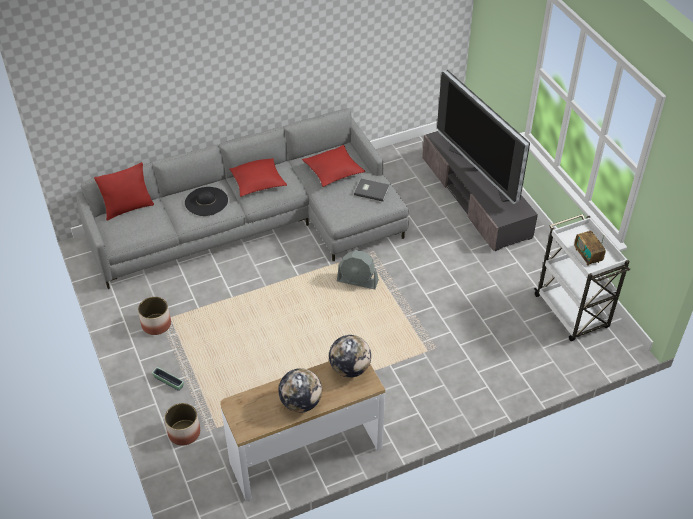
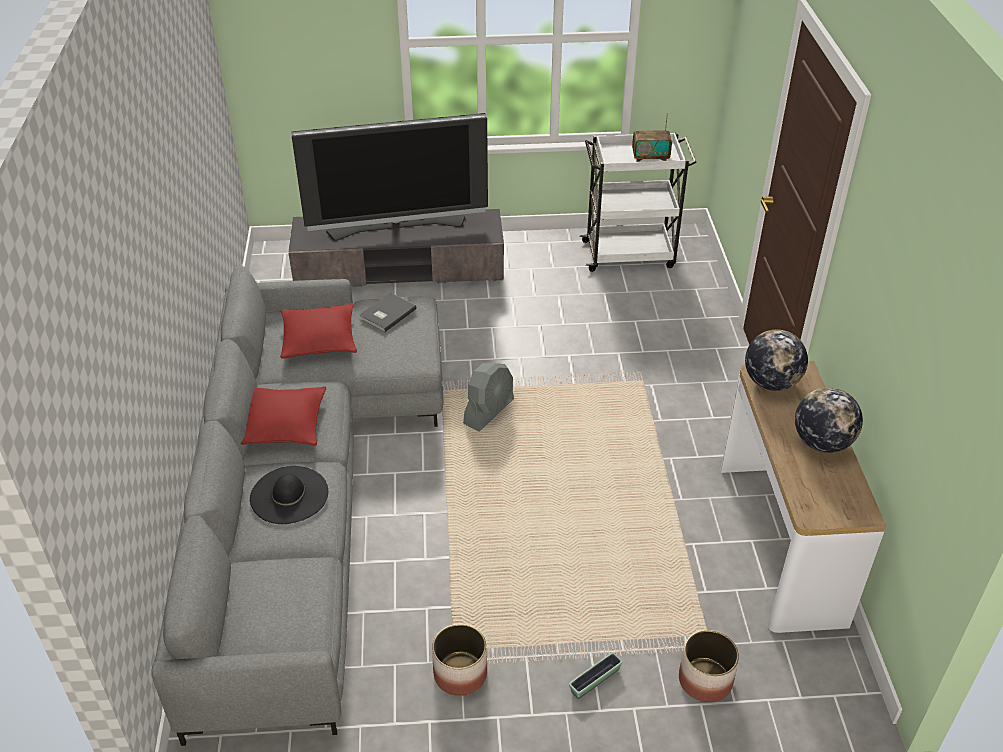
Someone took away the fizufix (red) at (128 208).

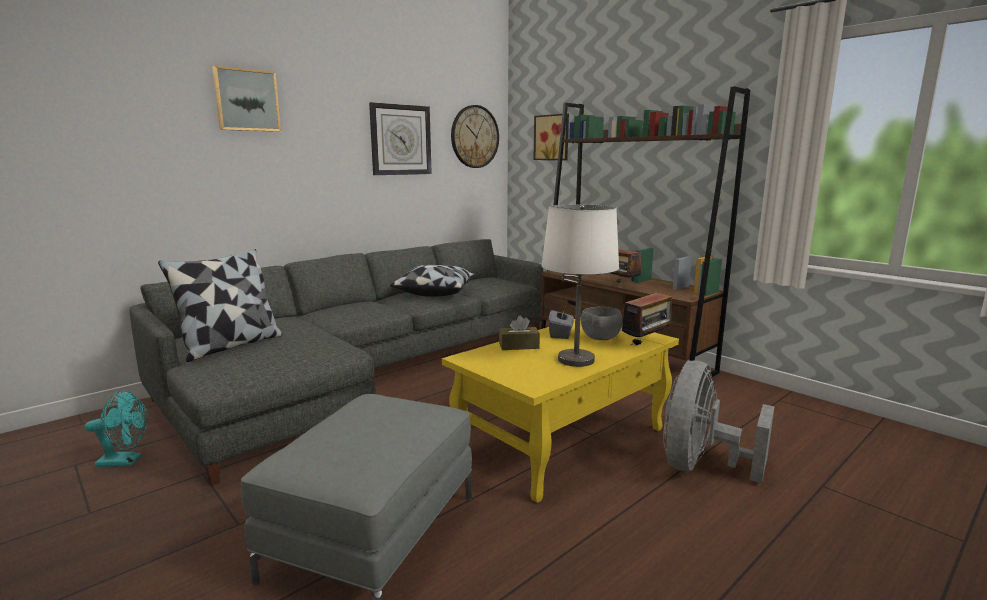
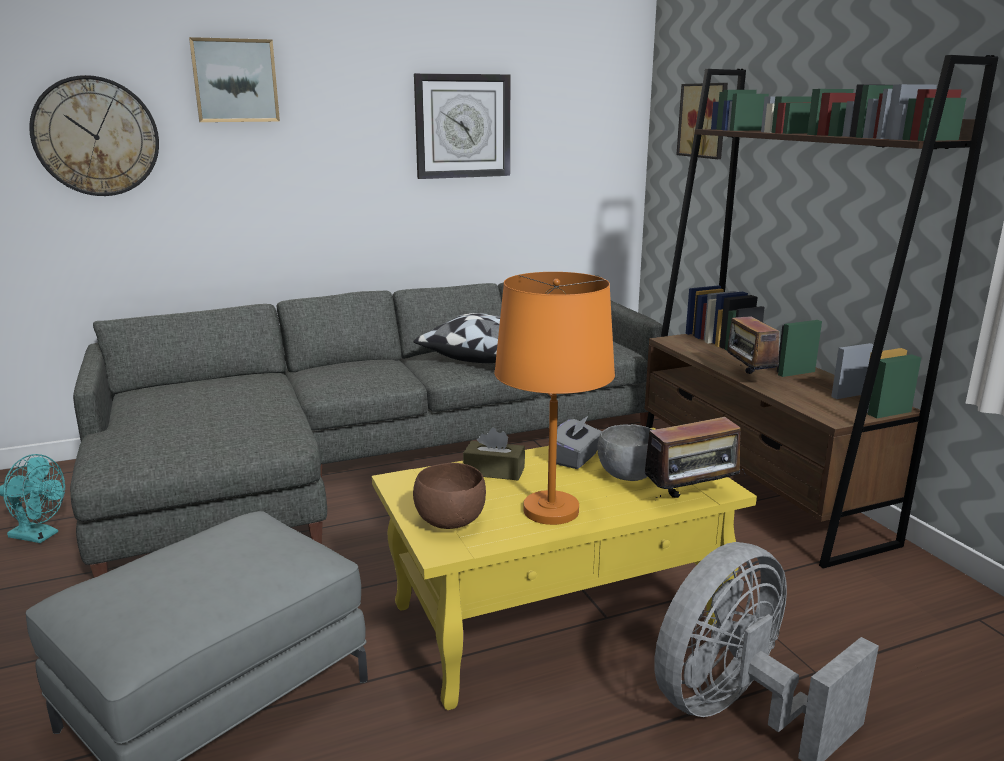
Someone took away the fizufix at (231 345).
Someone put down the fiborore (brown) at (450 521).
Someone carried the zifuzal from (474 137) to (96 136).
Someone repainted the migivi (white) at (576 360), which became the migivi (orange) at (552 510).

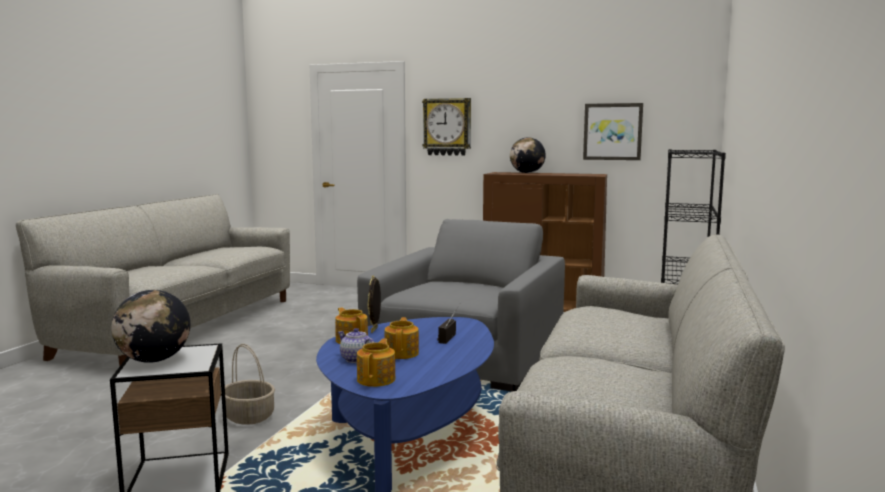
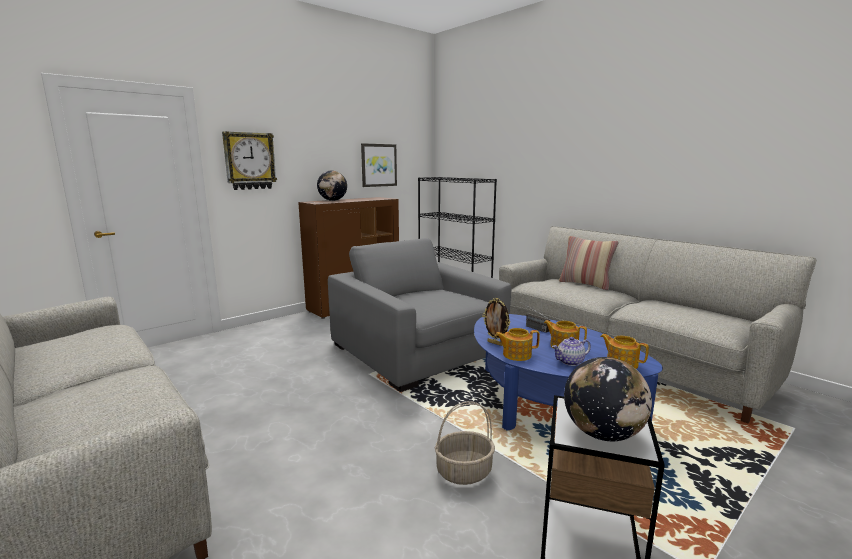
Someone put down the fizufix at (585 284).

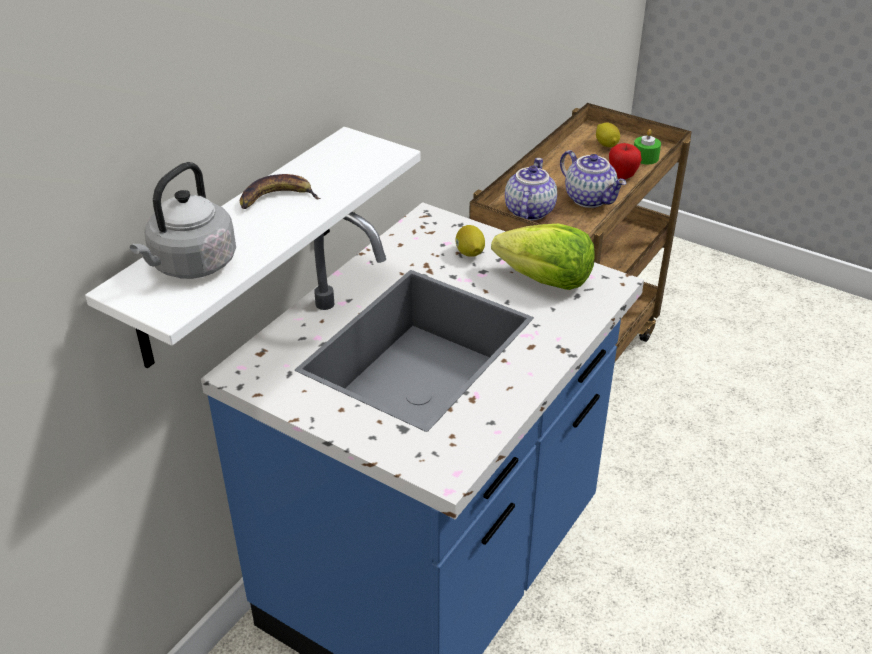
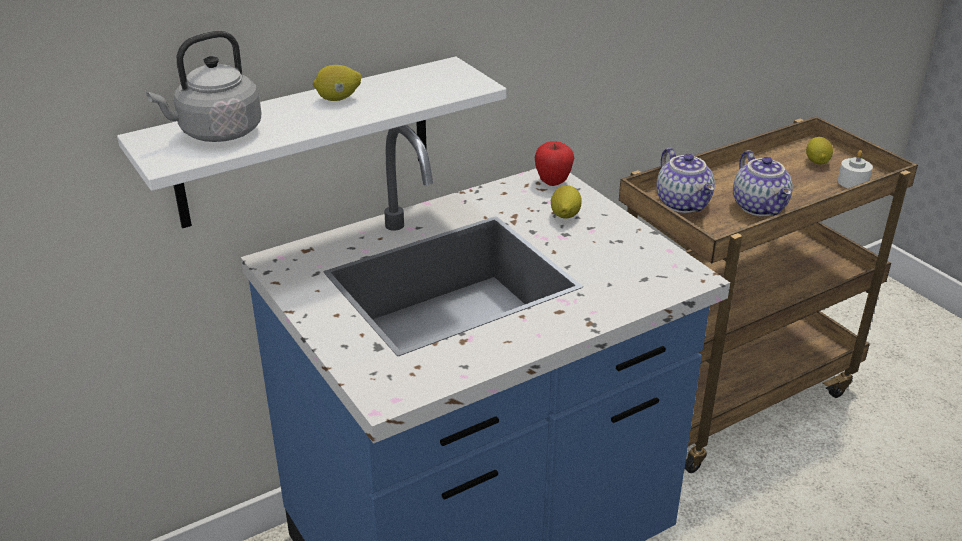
Someone took away the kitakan at (545 280).
Someone carried the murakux from (622 176) to (553 182).
Someone swapped the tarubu at (276 198) for the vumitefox at (338 99).
Someone repainted the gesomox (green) at (645 157), which became the gesomox (white) at (853 182).
Someone rotated the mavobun at (528 211) by 120 degrees clockwise.

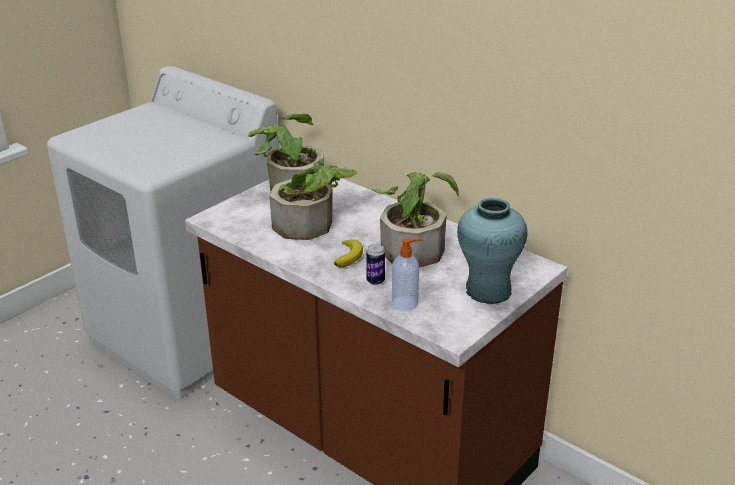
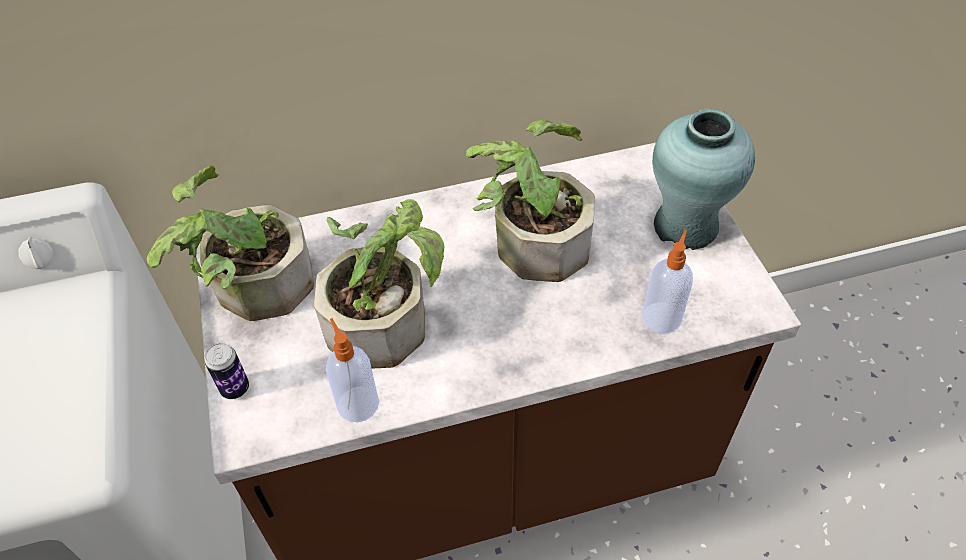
Someone took away the tarubu at (349 256).
Someone put down the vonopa at (357 403).
Someone carried the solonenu from (375 281) to (235 388).

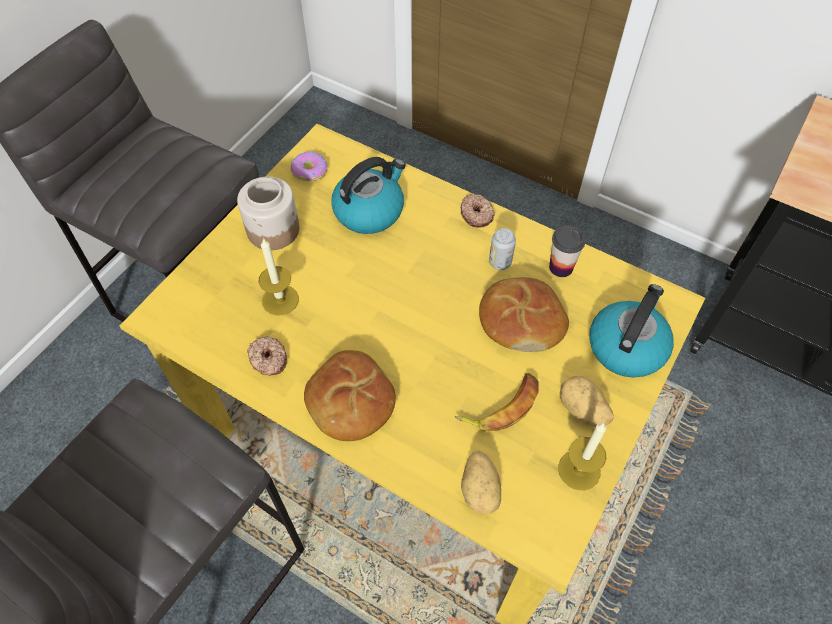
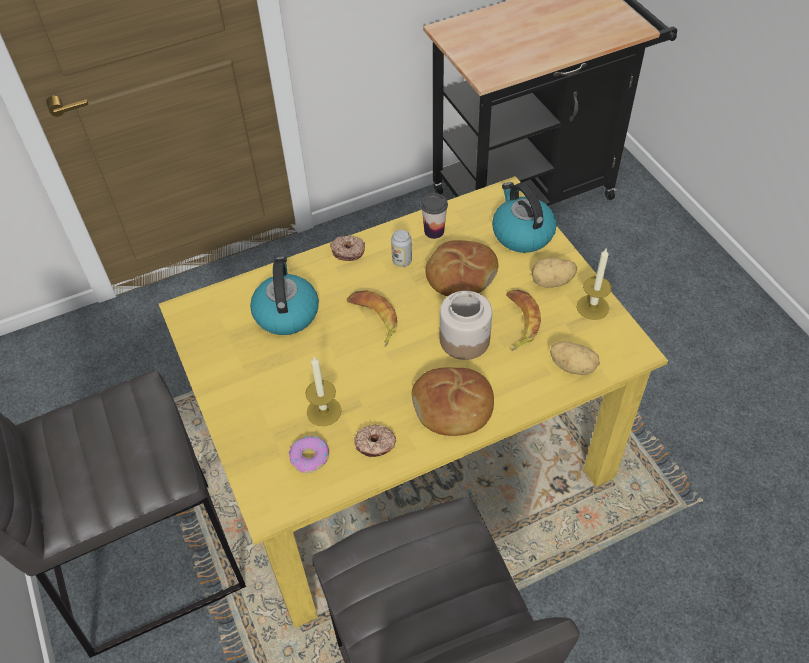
Someone put down the tarubu at (373 319).
Someone carried the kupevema from (274 229) to (464 339).
Someone carried the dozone from (309 170) to (310 457).

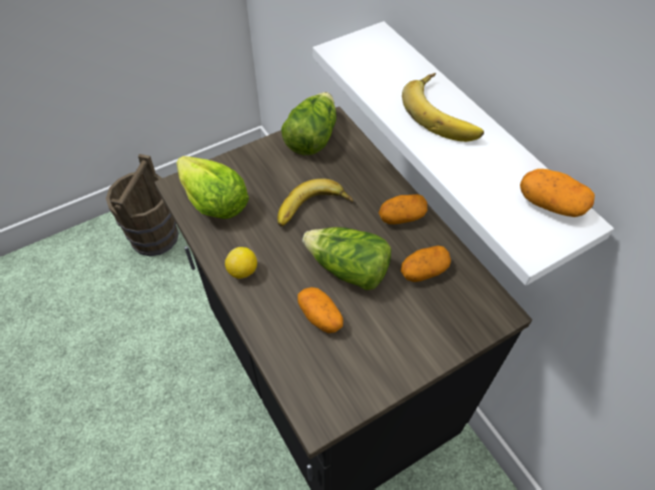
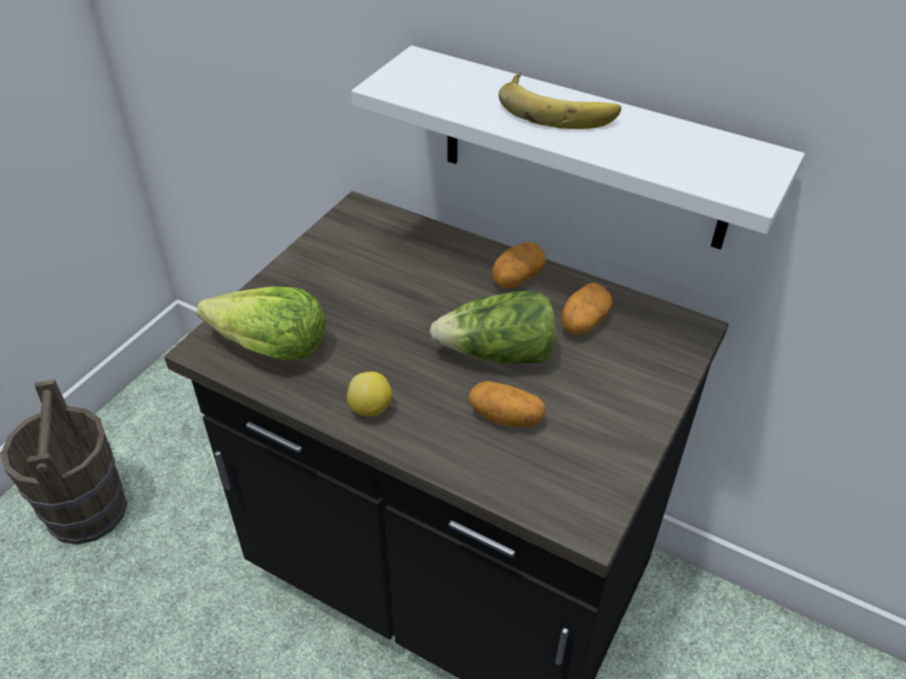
Someone took away the tarubu at (313 210).
Someone took away the kitakan at (311 137).
Someone took away the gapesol at (550 204).

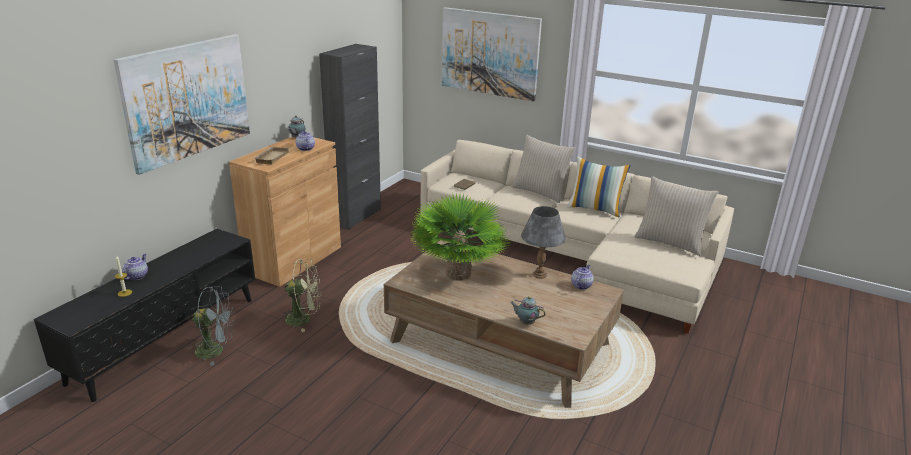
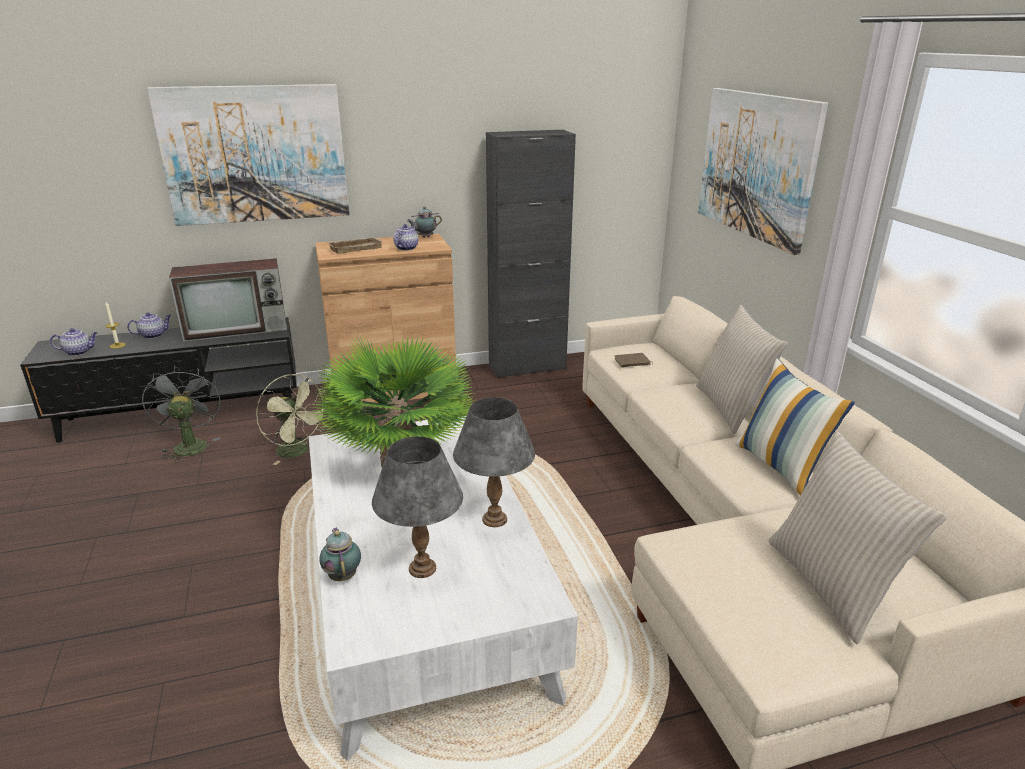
Someone put down the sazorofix at (238 329).
Someone put down the migivi (grey) at (423 568).
Someone carried the mavobun from (581 285) to (79 352).
Someone repainted the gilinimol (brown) at (500 343), which became the gilinimol (white) at (425 600).
Someone rotated the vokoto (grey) at (216 350) by 150 degrees counterclockwise.

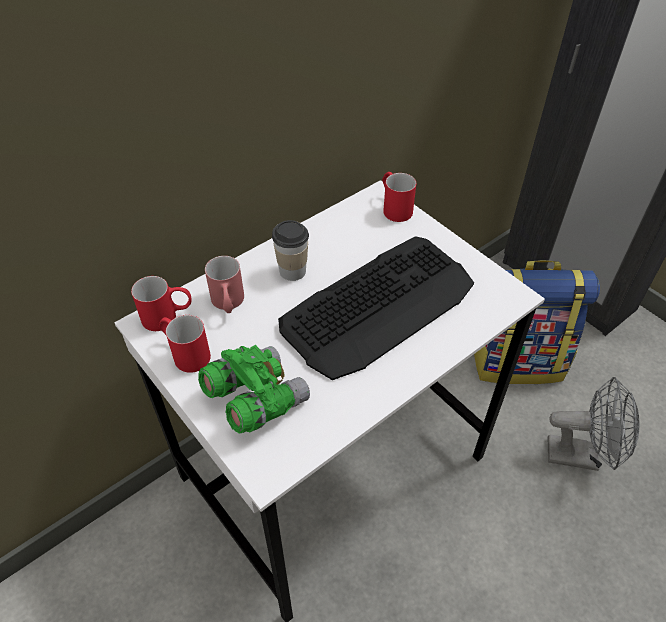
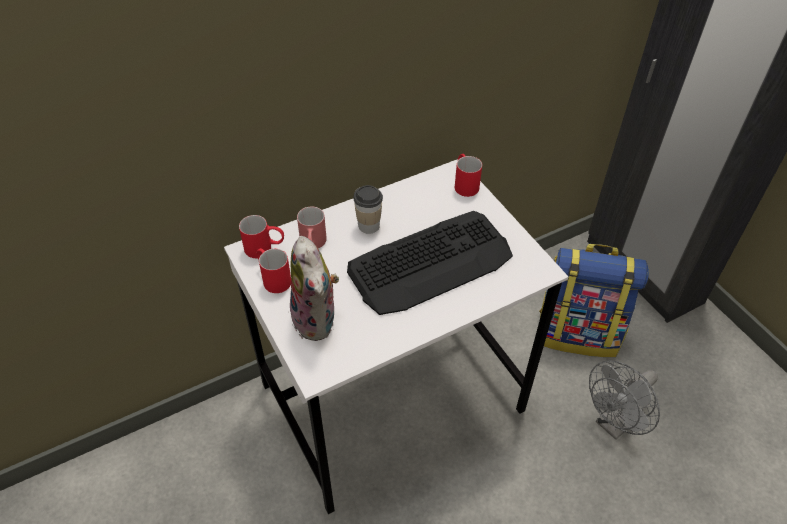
Someone swapped the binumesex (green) at (255 399) for the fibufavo at (318 320).
Someone rotated the vokoto (grey) at (581 455) by 120 degrees clockwise.

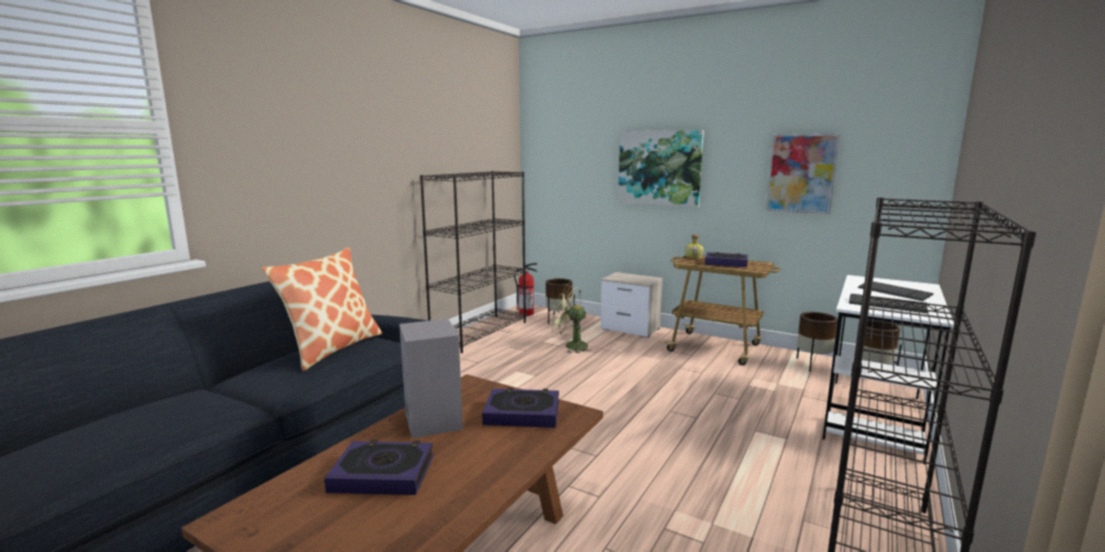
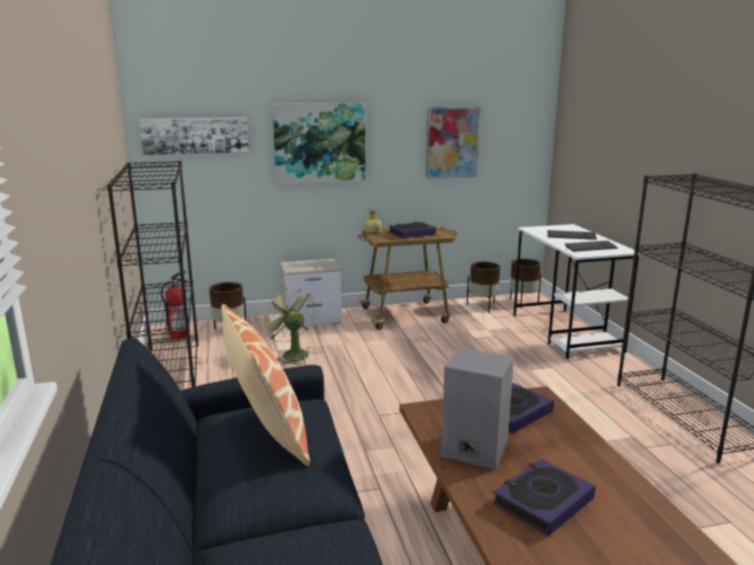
Someone put up the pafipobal at (195 135).
Someone rotated the vokoto (green) at (571 346) by 75 degrees clockwise.

